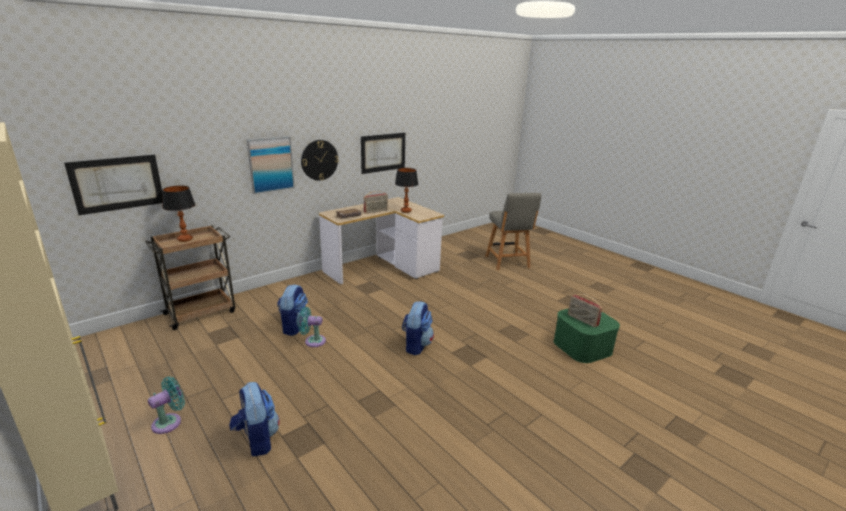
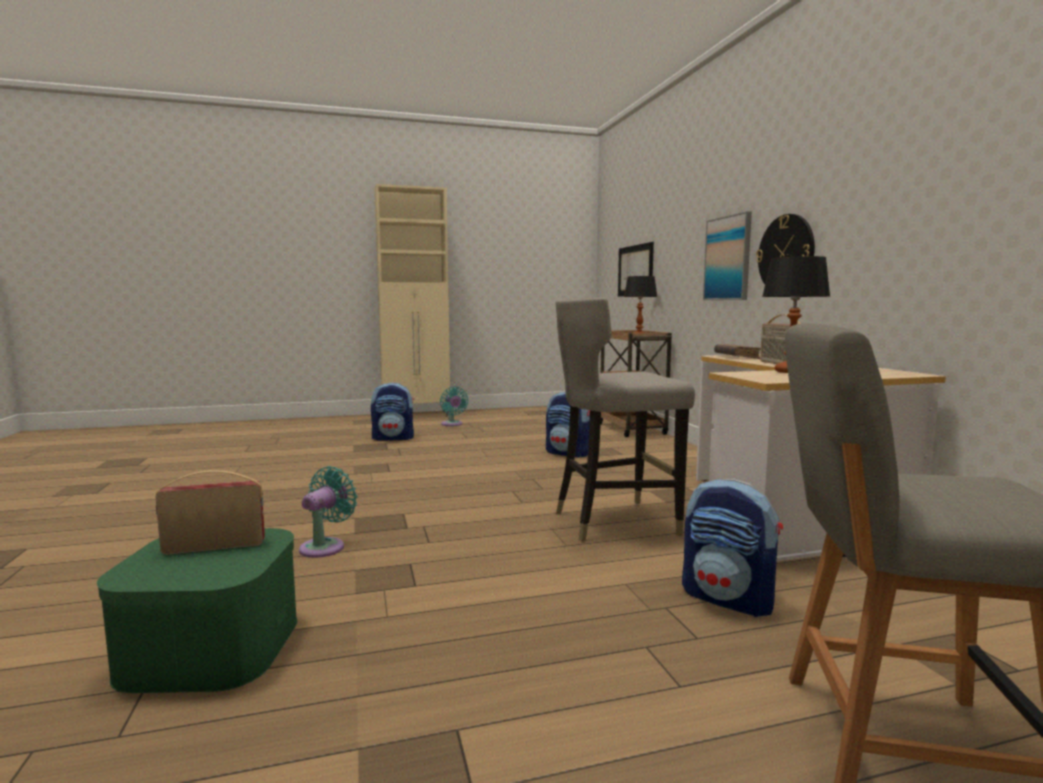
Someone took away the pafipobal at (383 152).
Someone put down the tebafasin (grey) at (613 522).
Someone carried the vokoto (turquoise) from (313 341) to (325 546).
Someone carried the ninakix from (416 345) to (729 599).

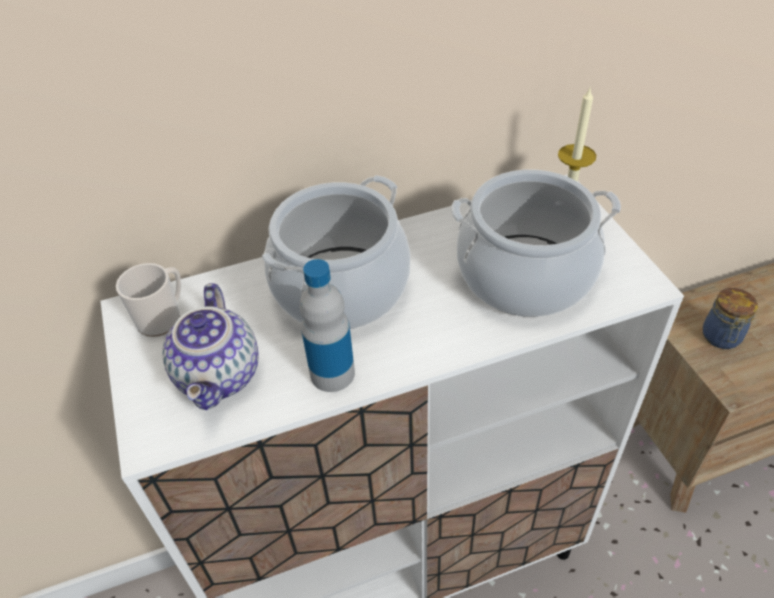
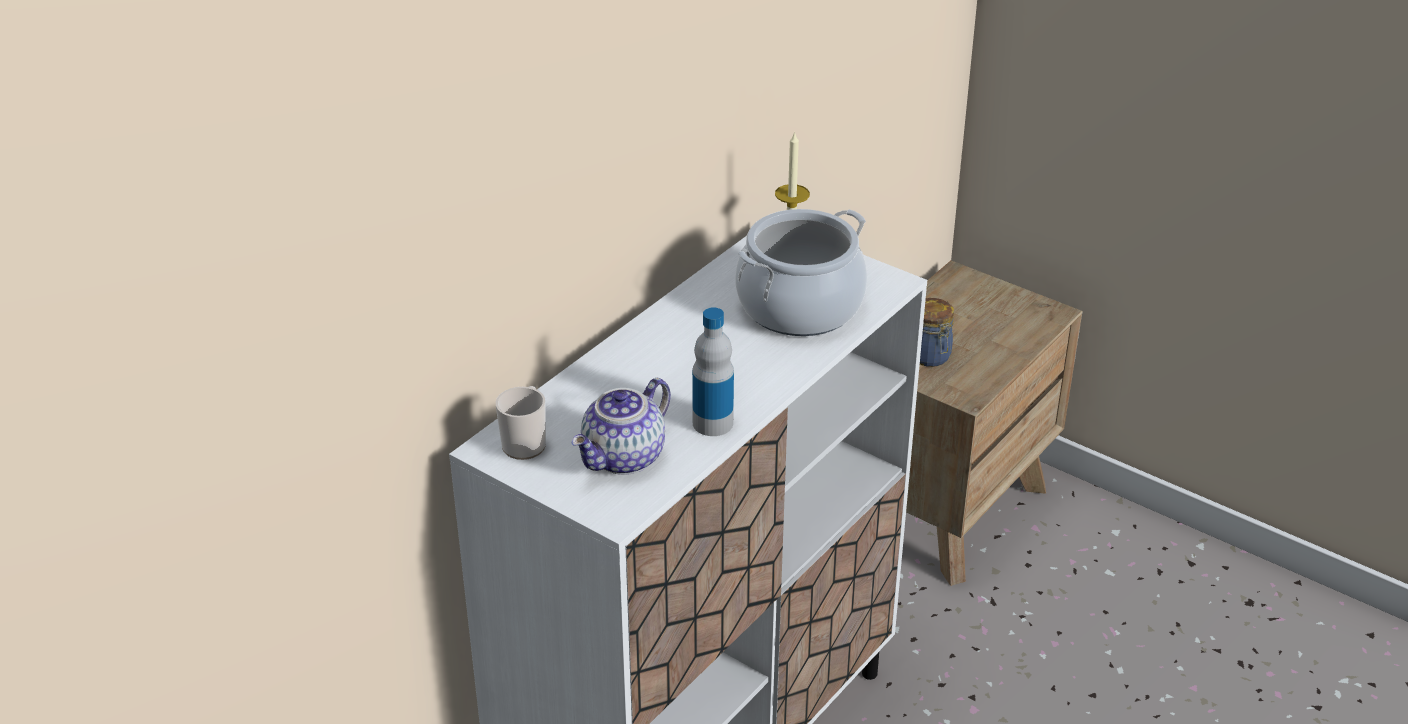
Someone took away the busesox at (341 288).
Someone rotated the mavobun at (221 376) by 75 degrees clockwise.

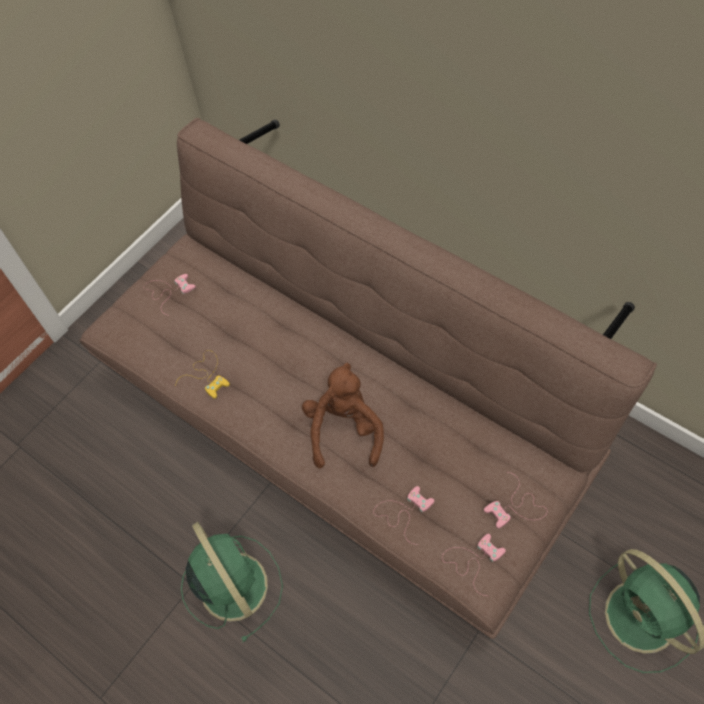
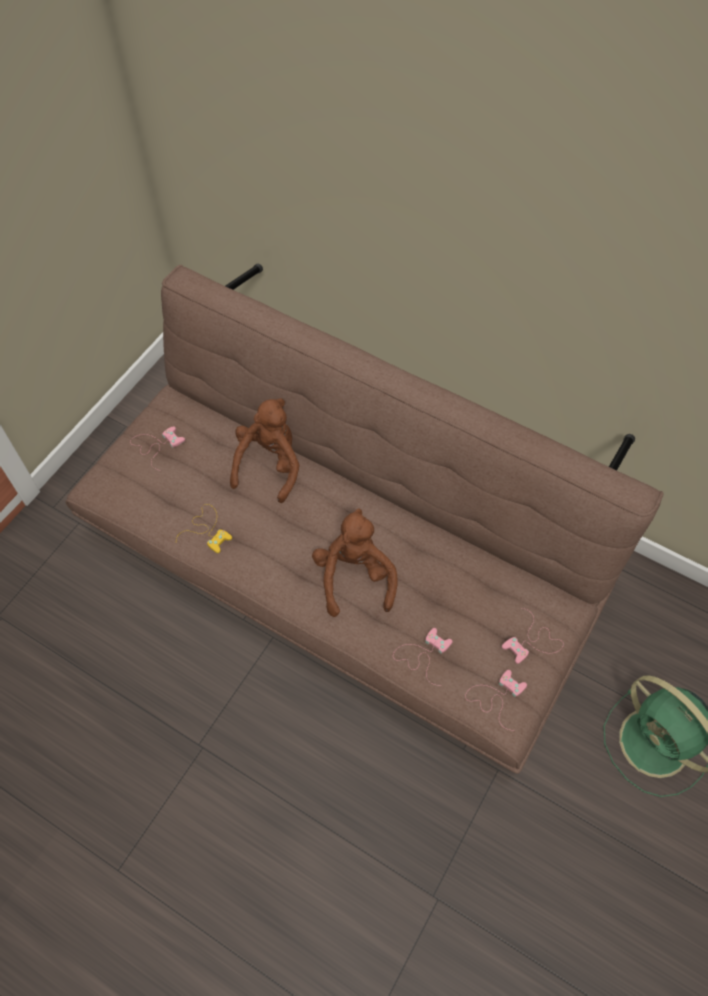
Someone took away the vokoto (green) at (232 583).
Someone put down the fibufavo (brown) at (269 464).

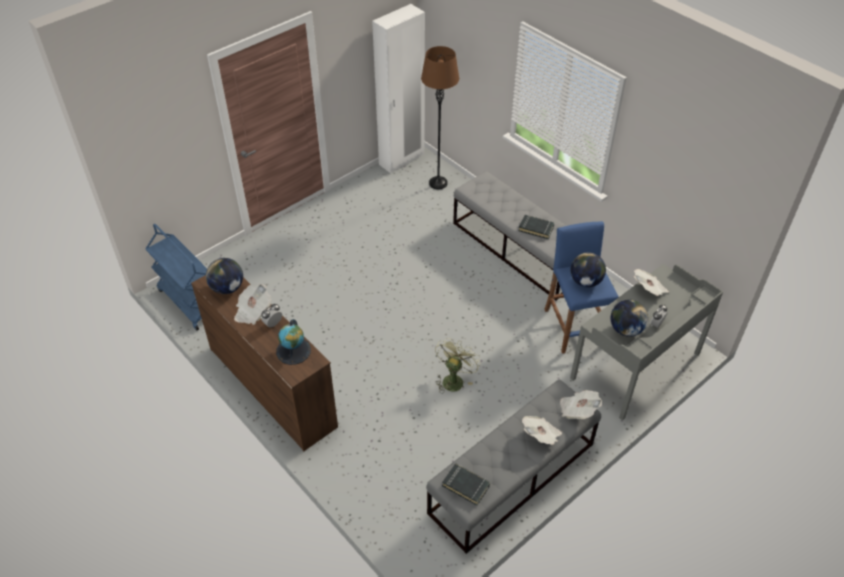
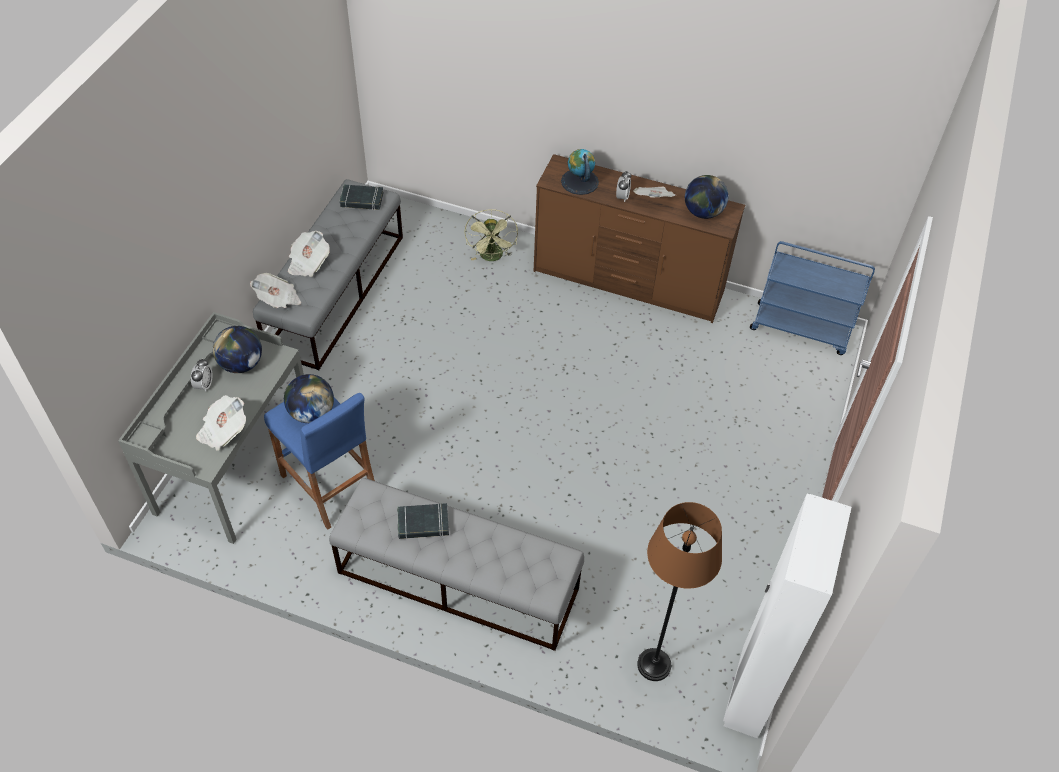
Someone carried the vokoto (green) from (454 379) to (492 257).

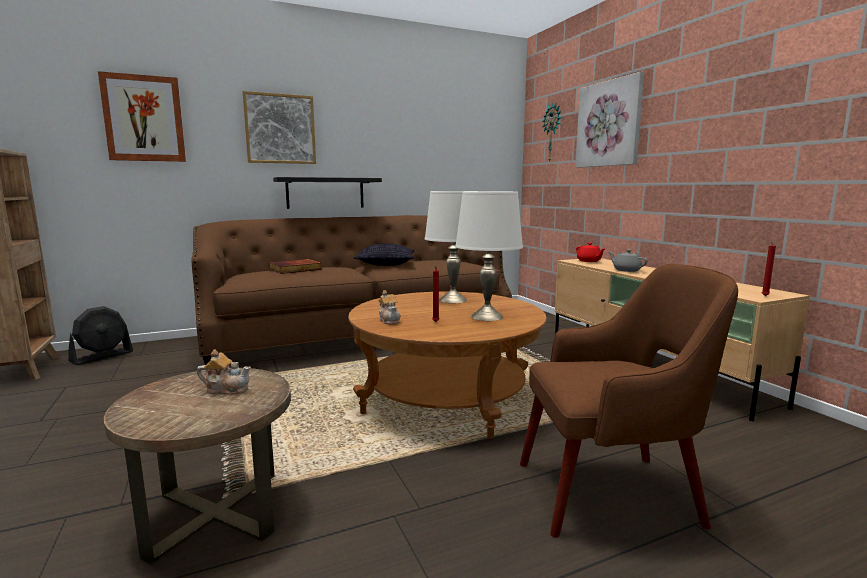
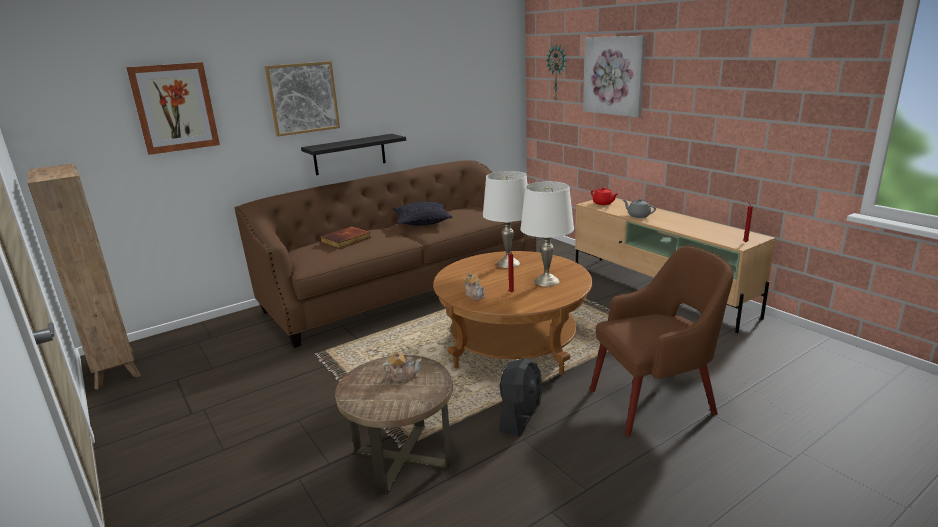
Someone carried the vokoto (black) from (102 356) to (520 416).

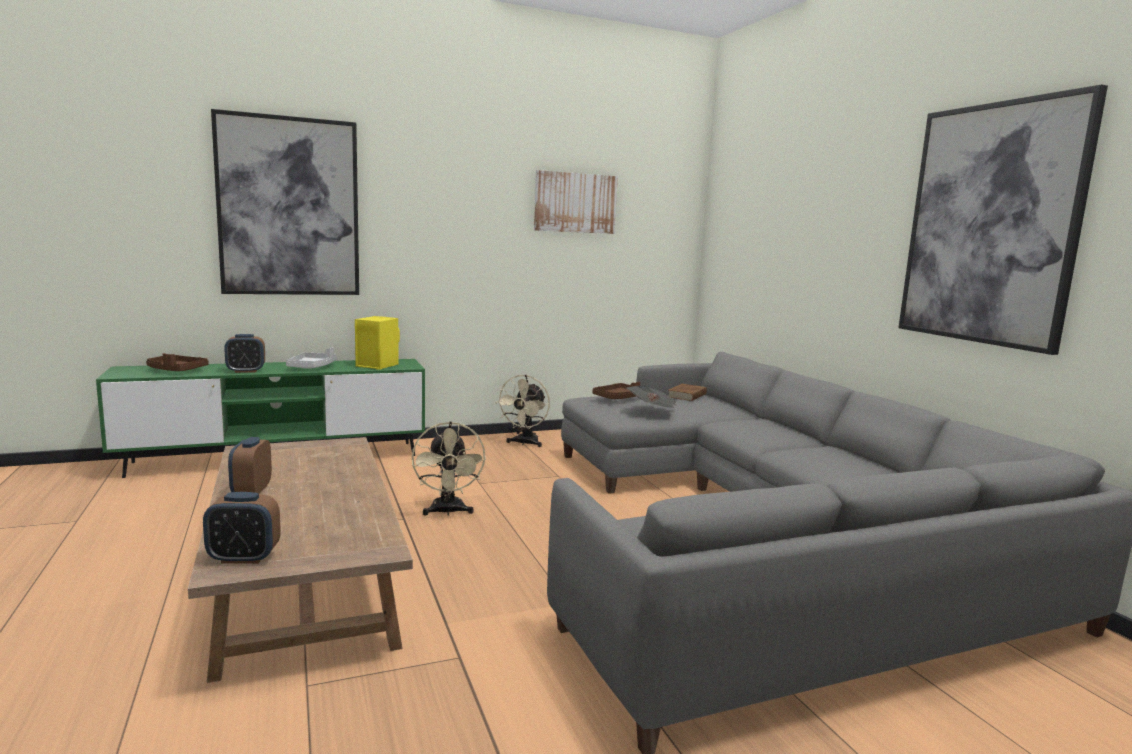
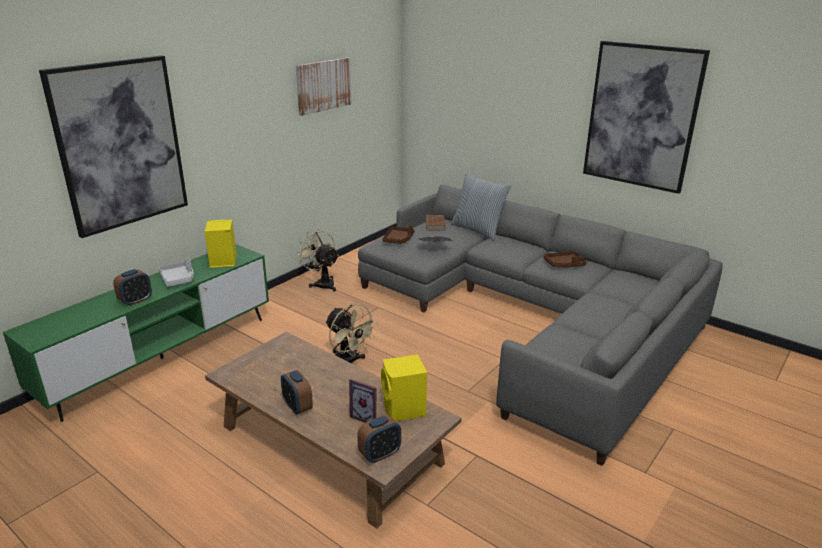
Someone put down the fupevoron at (367 417).
Someone put down the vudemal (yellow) at (404 410).
Someone put down the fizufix at (478 230).
Someone carried the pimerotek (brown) from (175 370) to (564 264).
Someone rotated the vokoto (beige) at (524 443) by 150 degrees clockwise.

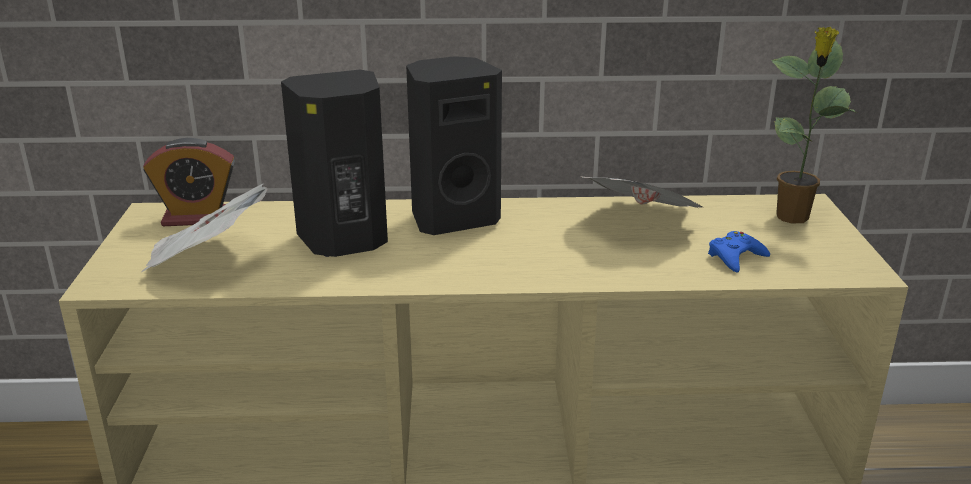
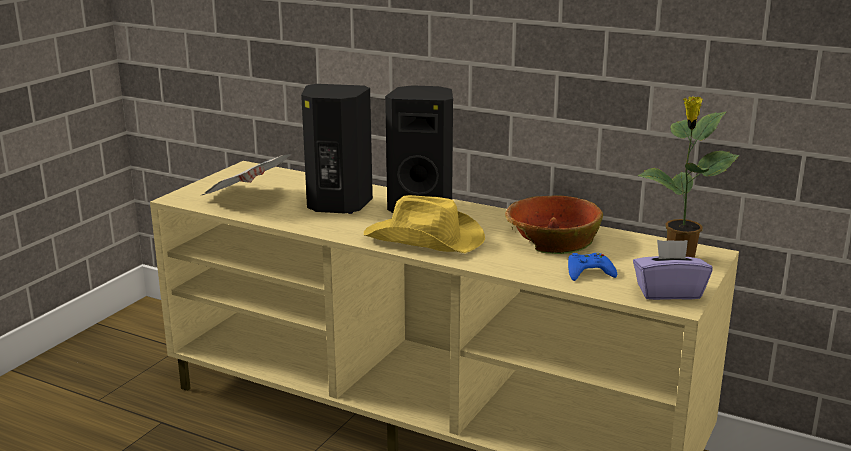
Someone took away the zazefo at (198 218).
Someone put down the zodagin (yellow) at (425 239).
Someone put down the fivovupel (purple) at (668 292).
Someone swapped the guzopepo at (643 223) for the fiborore at (552 238).

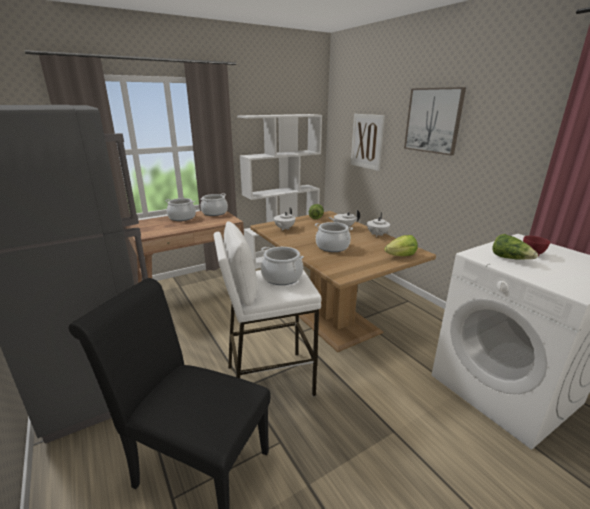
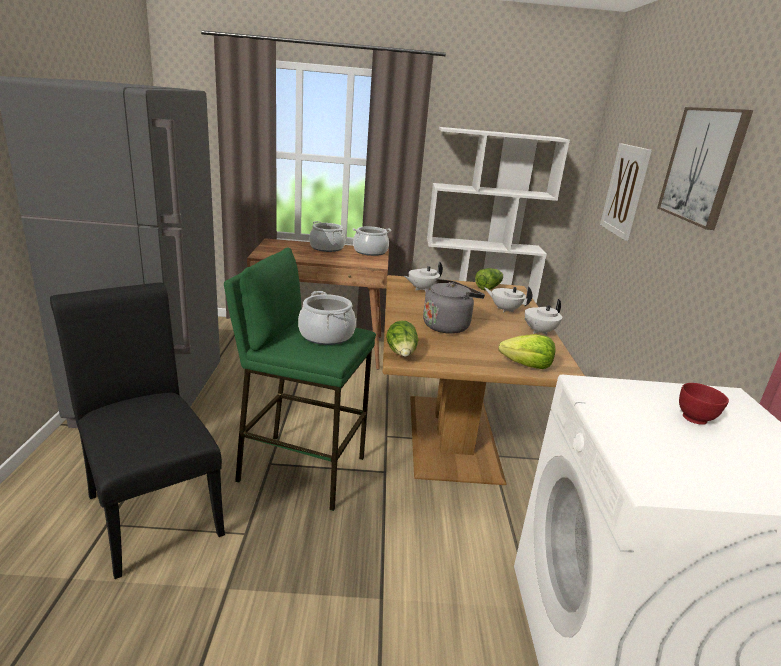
Someone carried the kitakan from (510 258) to (402 353).
Someone swapped the busesox at (332 247) for the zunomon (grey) at (448 326).
Someone repainted the tebafasin (white) at (269 379), which became the tebafasin (green) at (301 469).

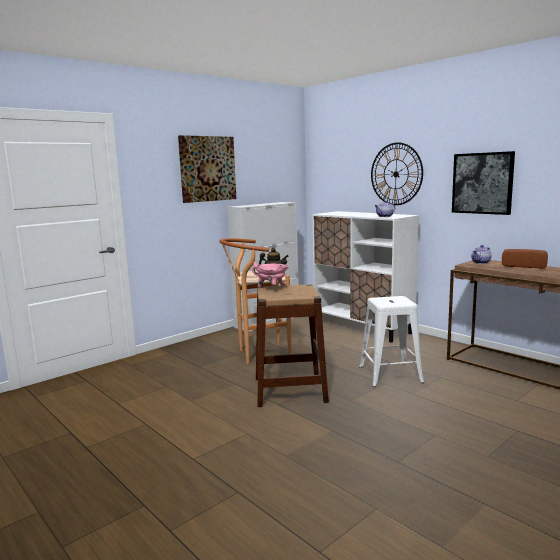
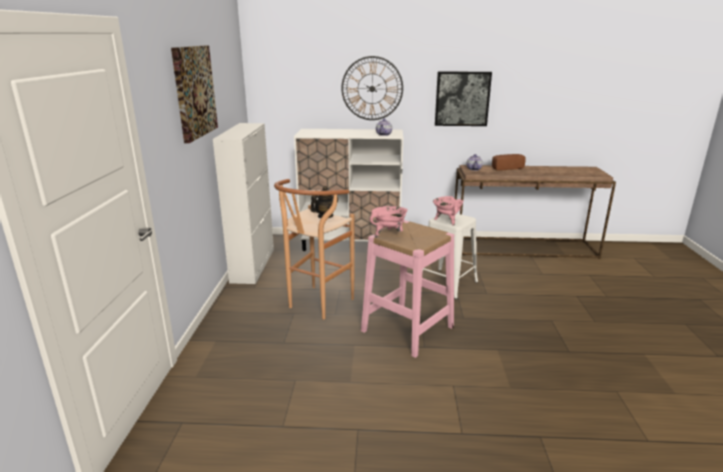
Someone put down the busesox (pink) at (447 221).
Someone repainted the tebafasin (brown) at (290 389), which became the tebafasin (pink) at (407 329).

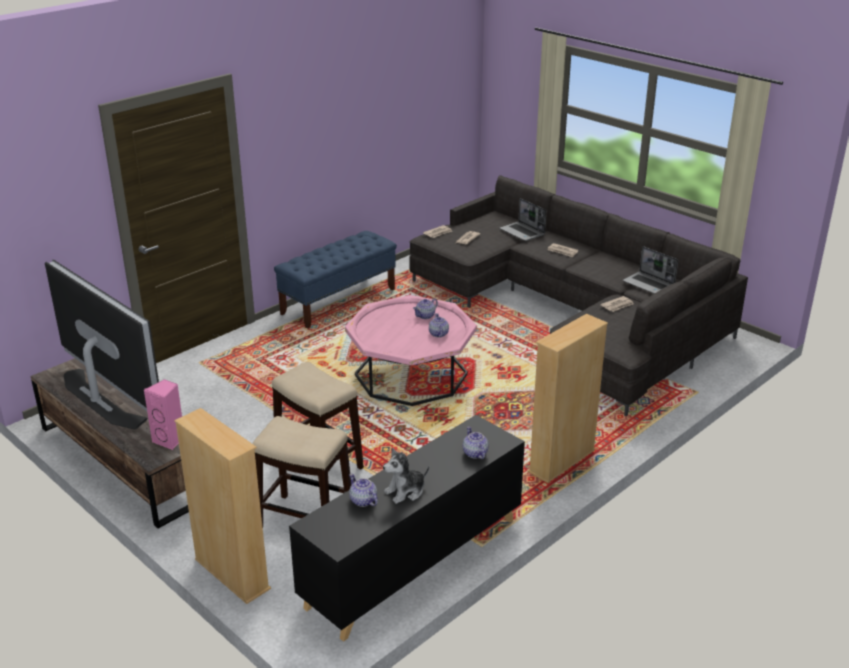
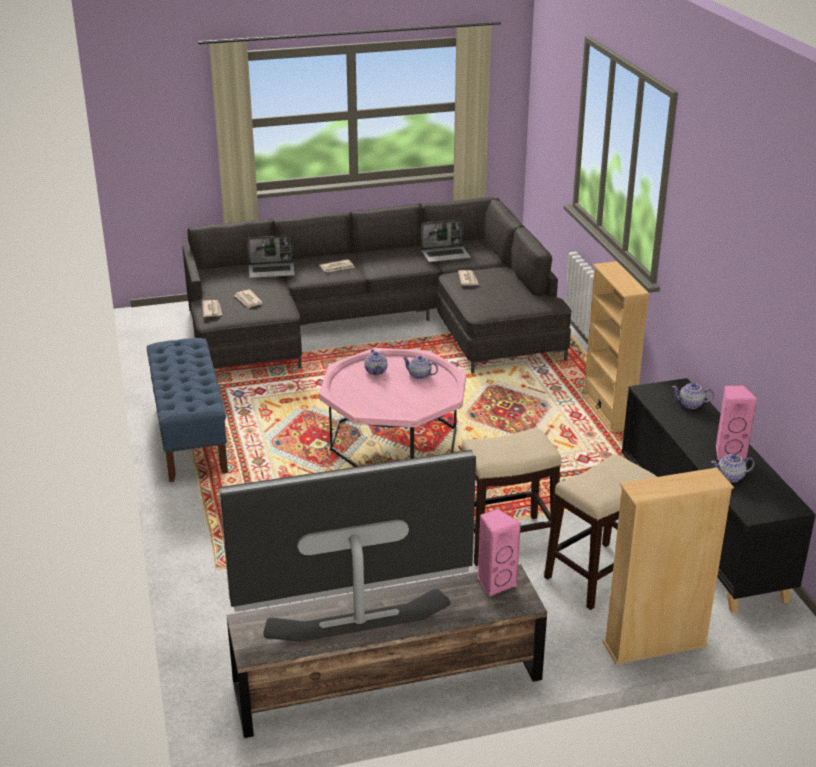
Someone swapped the fibufavo at (405 491) for the vudemal (pink) at (729 453).

